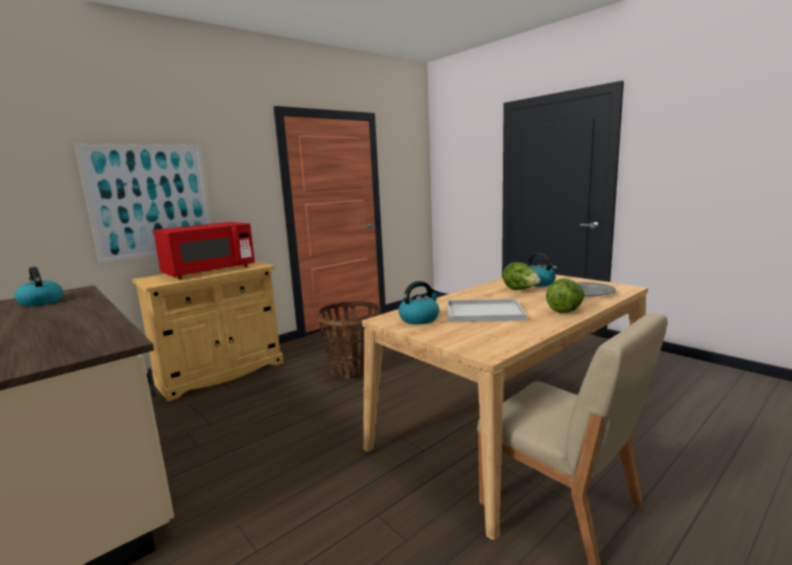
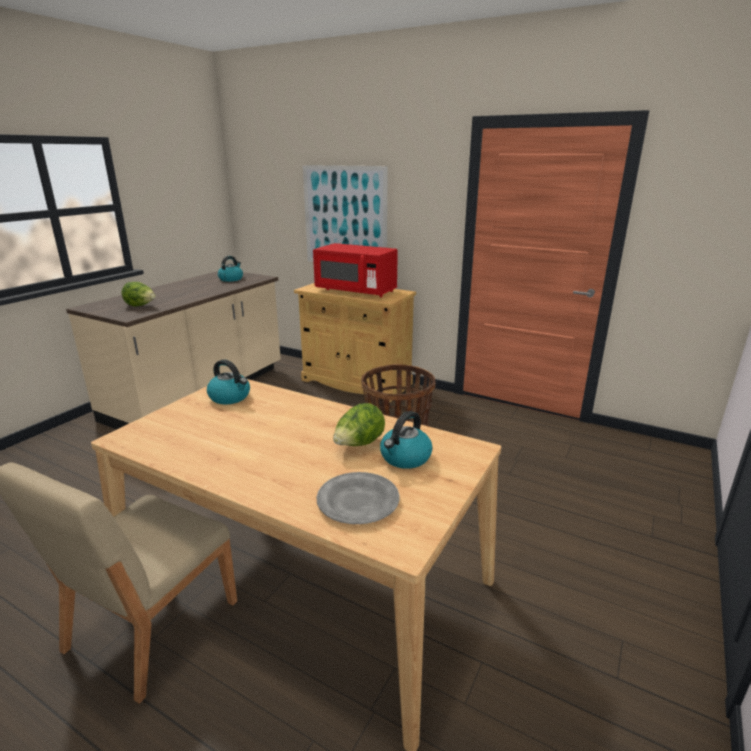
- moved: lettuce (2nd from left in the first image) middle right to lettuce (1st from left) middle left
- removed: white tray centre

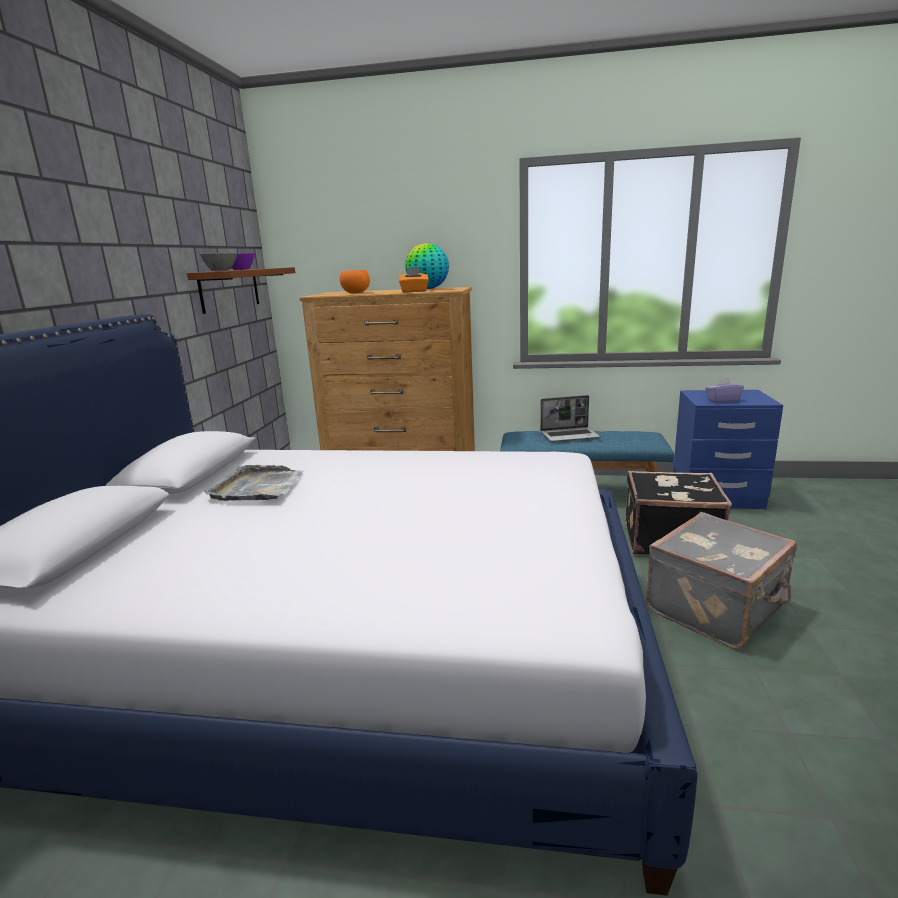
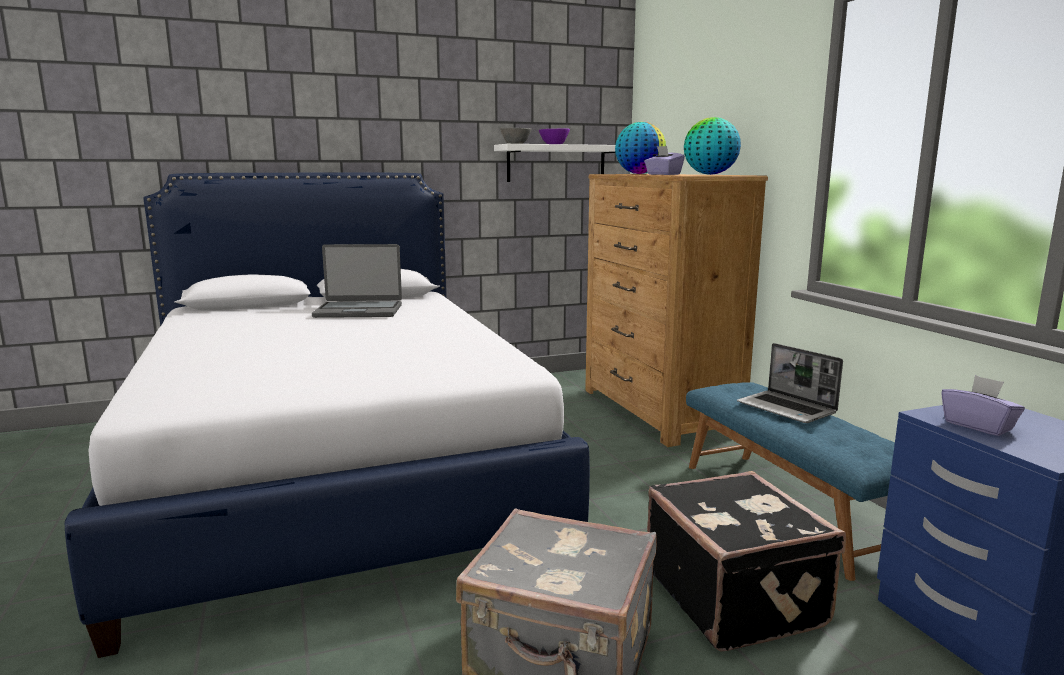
- replaced: grey tray middle left to laptop (1st from left) centre
- recoloured: brown shelf top left to white shelf top centre
- replaced: orange bowl top centre to globe (1st from left) top centre
- recoloured: orange tissue box top centre to purple tissue box (1st from left) top centre

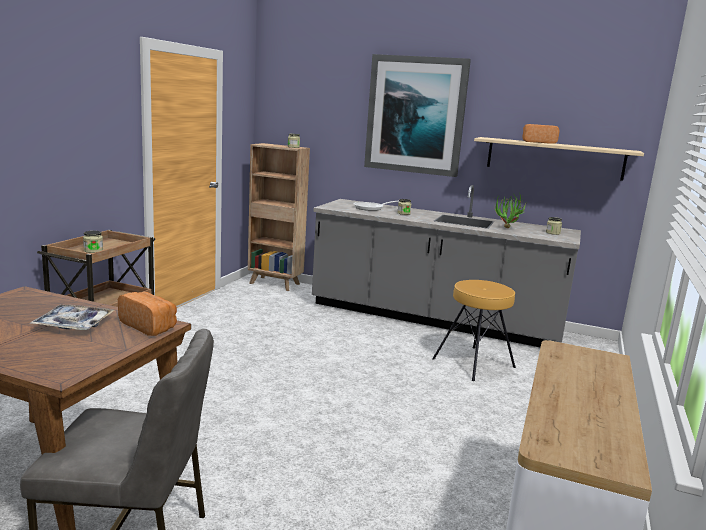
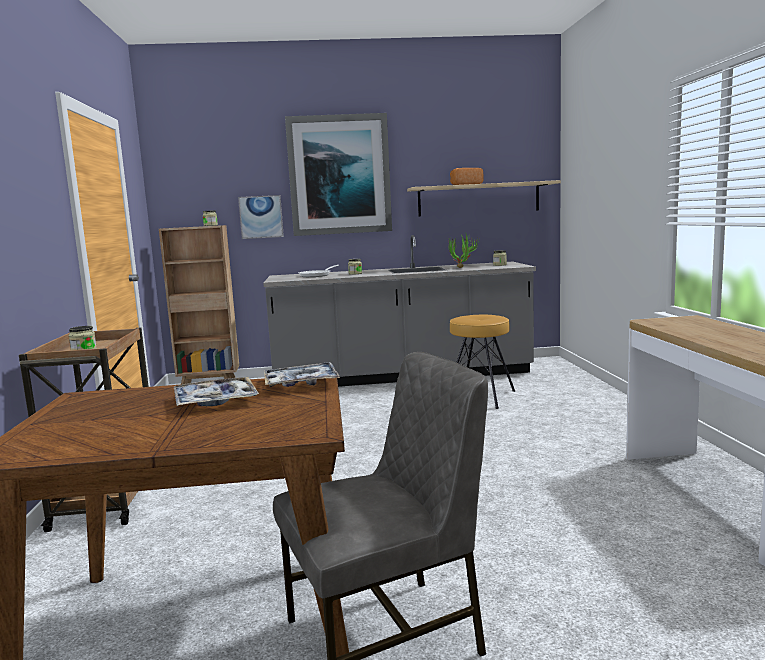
- added: picture (1st from left) top centre
- replaced: bread (1st from left) middle left to tray (2nd from left) centre

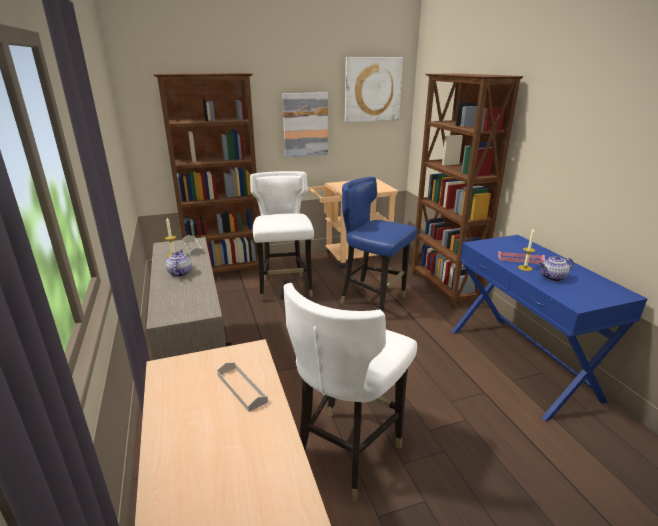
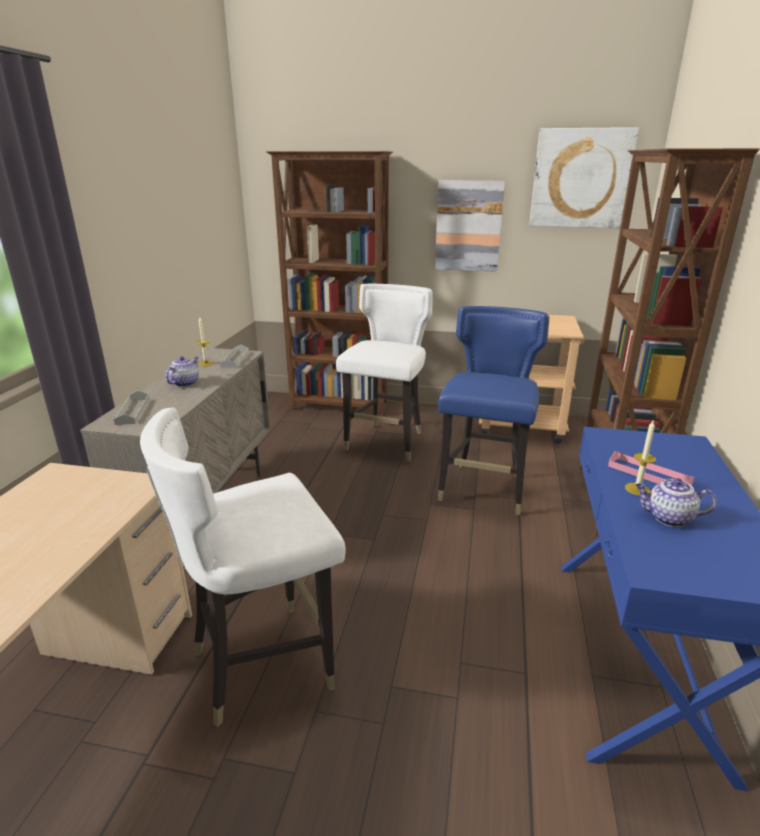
- moved: grey tray (2nd from left in the first image) bottom centre to grey tray (1st from left) middle left
- turned: blue chair centre = centre 45 degrees clockwise

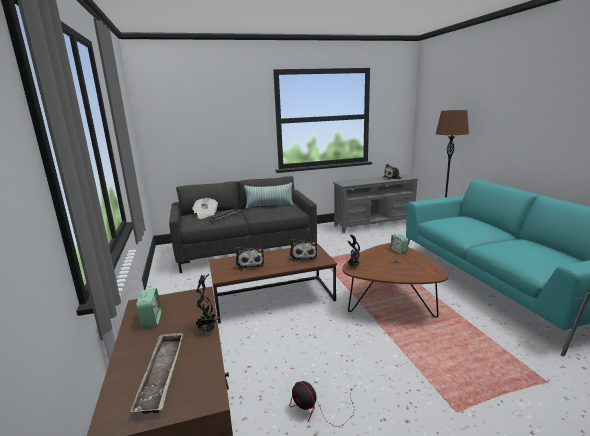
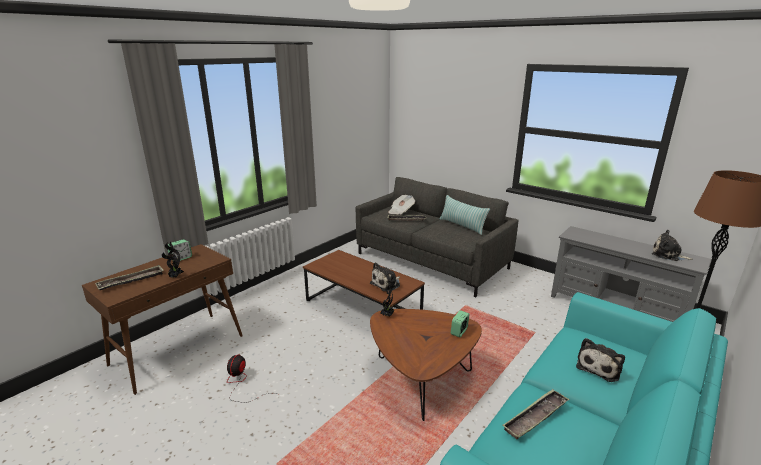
- added: tray (3rd from left) bottom right
- moved: plush toy (1st from left in the first image) centre to plush toy (2nd from left) bottom right

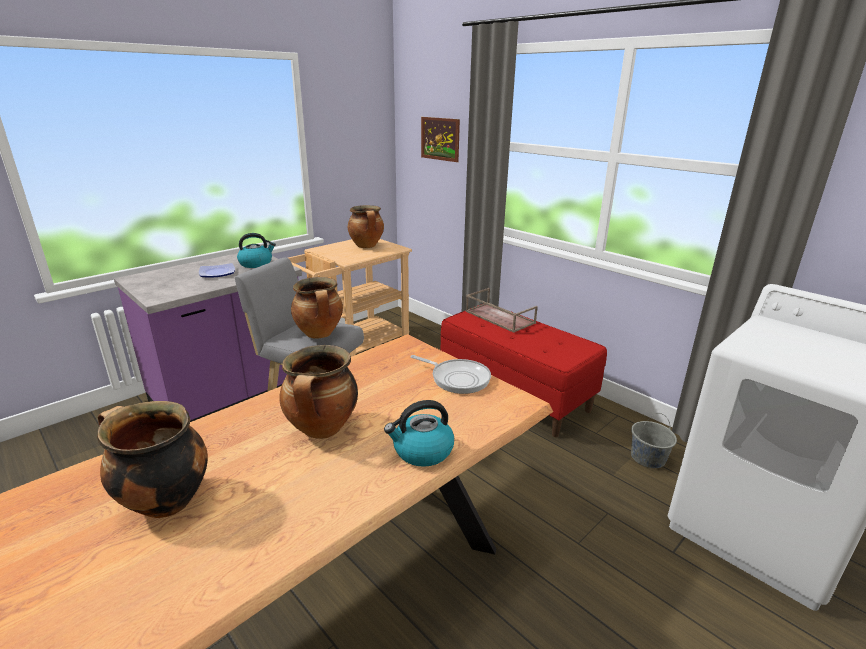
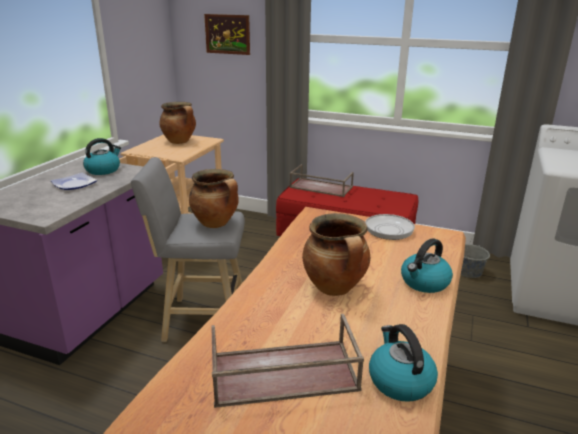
- replaced: cooking pot (1st from left) bottom left to brown tray (1st from left) bottom centre
- added: kettle (2nd from left) bottom right

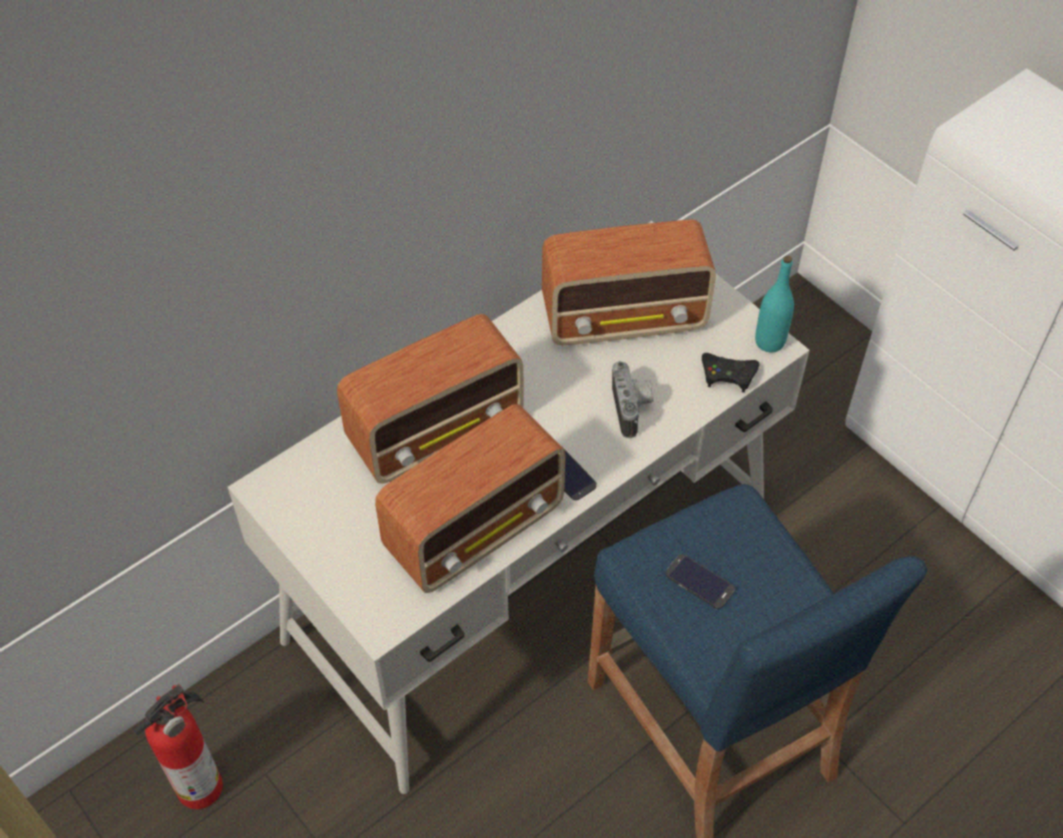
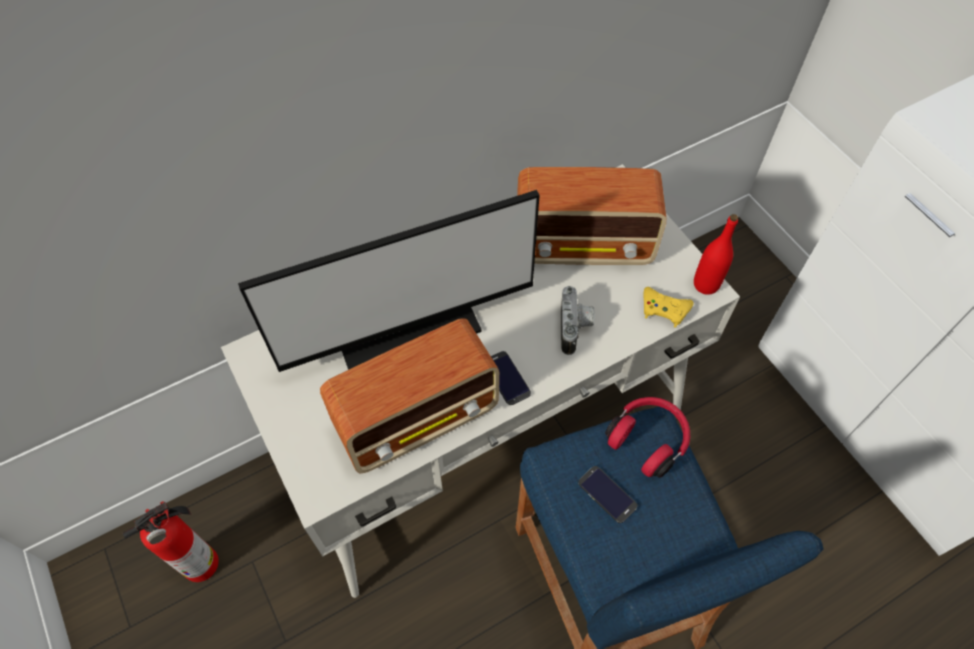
- replaced: radio (1st from left) centre to monitor centre
- added: red headphones bottom centre
- recoloured: black game controller middle right to yellow game controller middle right
- recoloured: turquoise bottle middle right to red bottle middle right

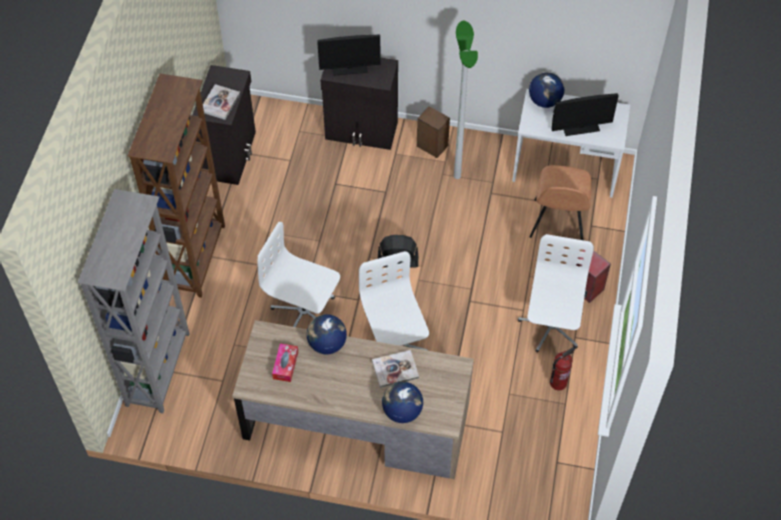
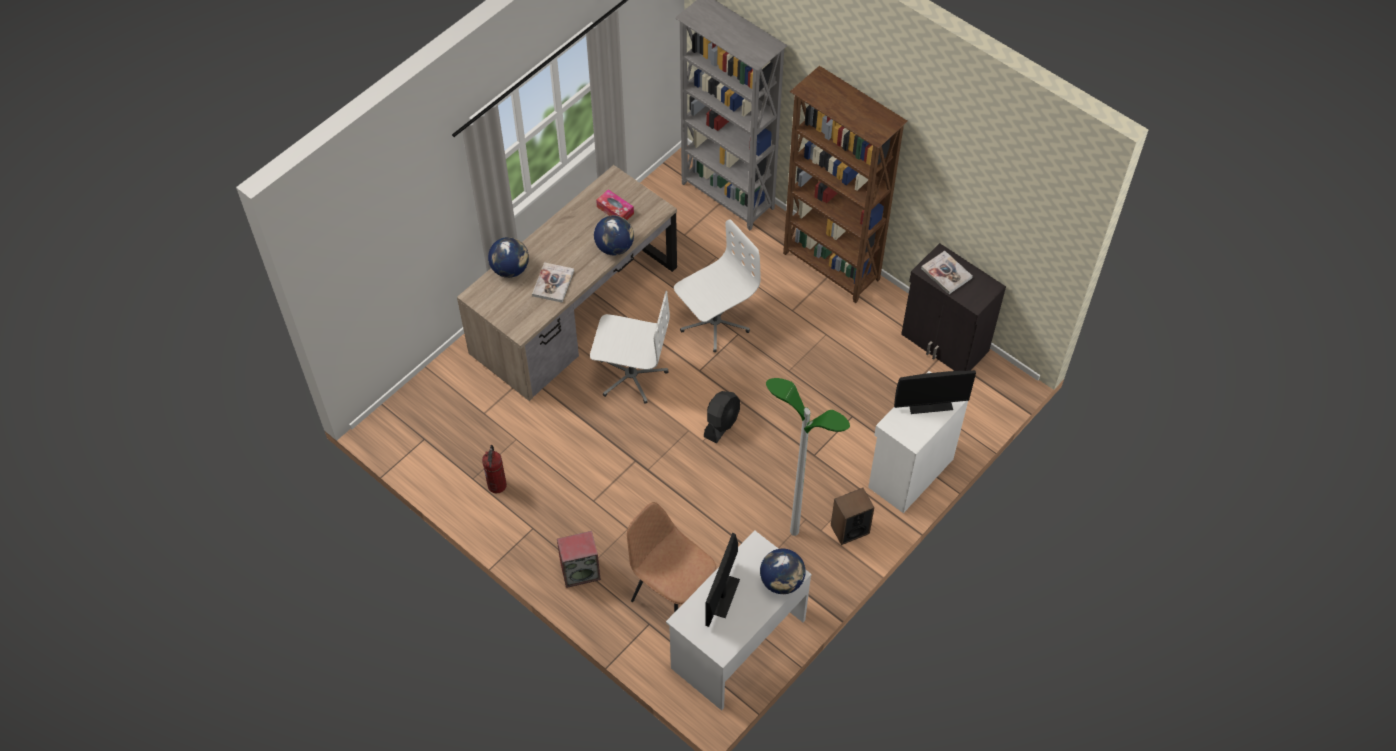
- recoloured: black cabinet (2nd from left) top centre to white cabinet centre
- turned: monitor (1st from left in the first image) top centre = middle right 120 degrees counterclockwise
- removed: white office chair (3rd from left) middle right

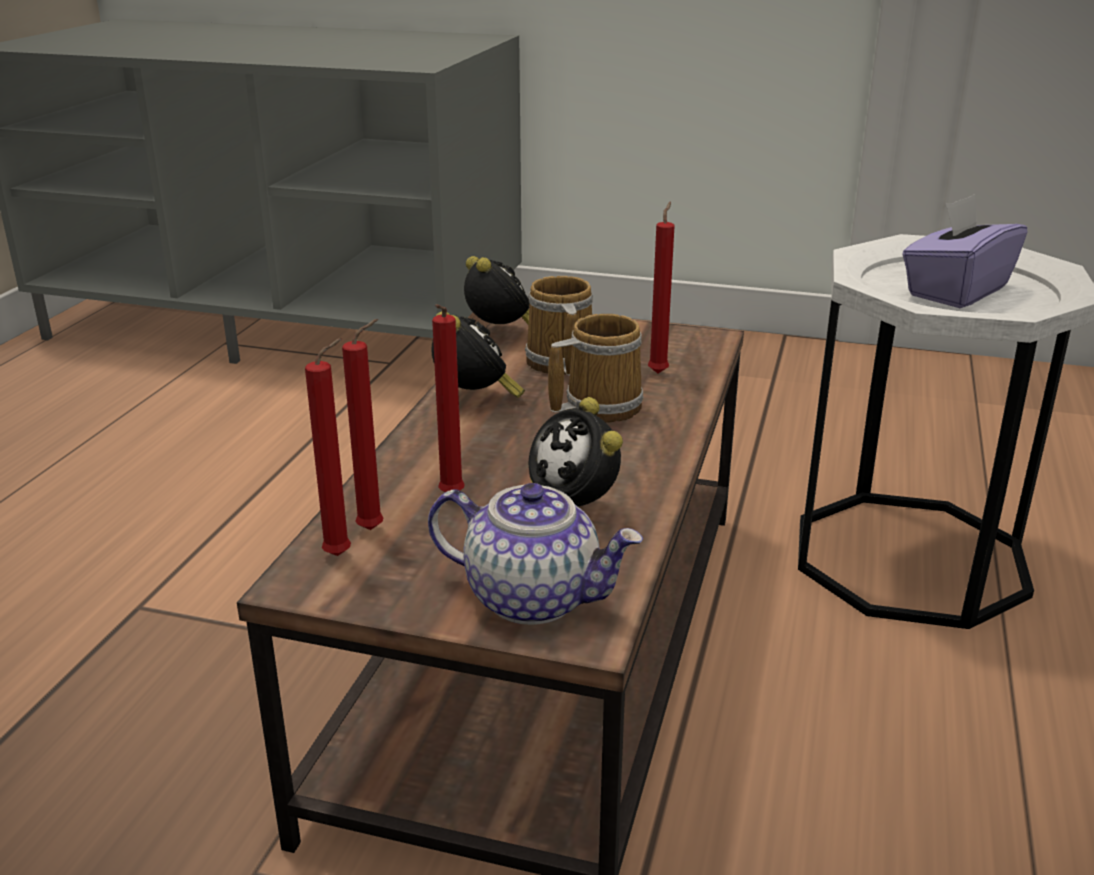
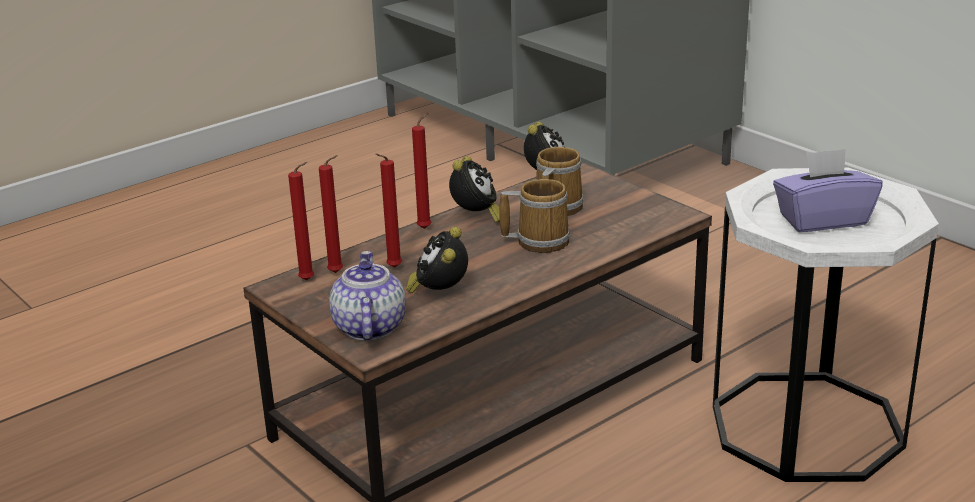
- turned: teapot centre = centre 150 degrees counterclockwise
- moved: red candle (4th from left) top centre to centre

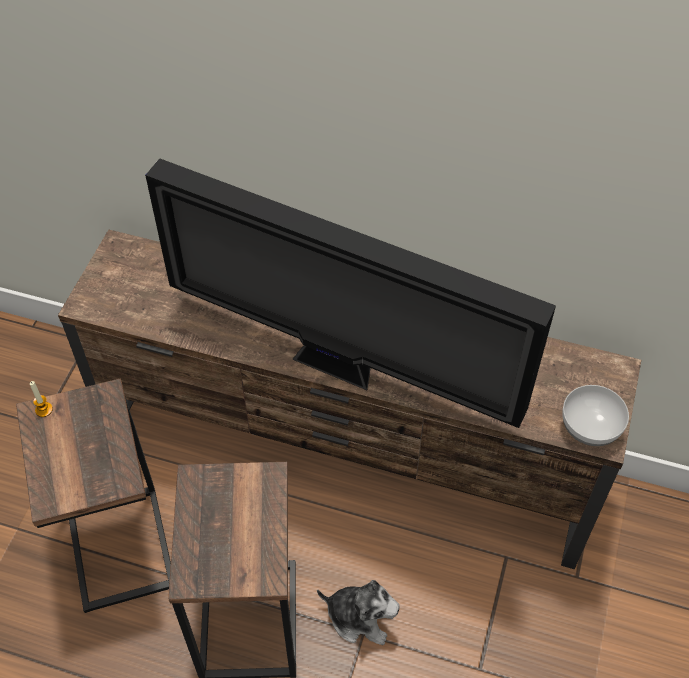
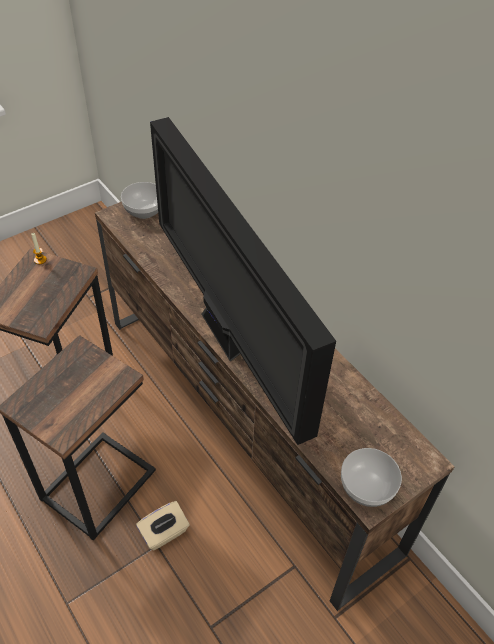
- added: bowl (1st from left) top left
- replaced: plush toy bottom centre to beige tissue box bottom left

